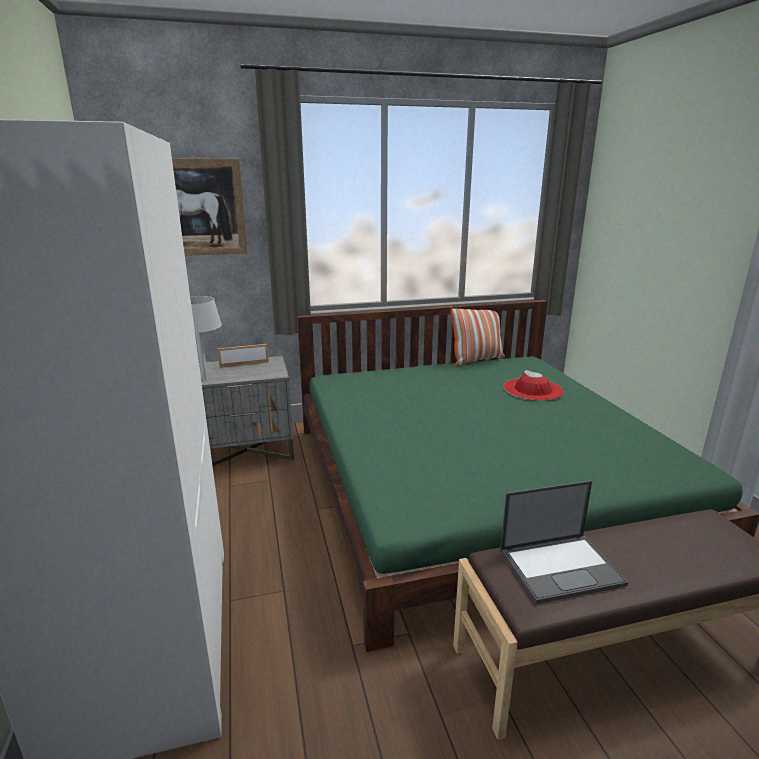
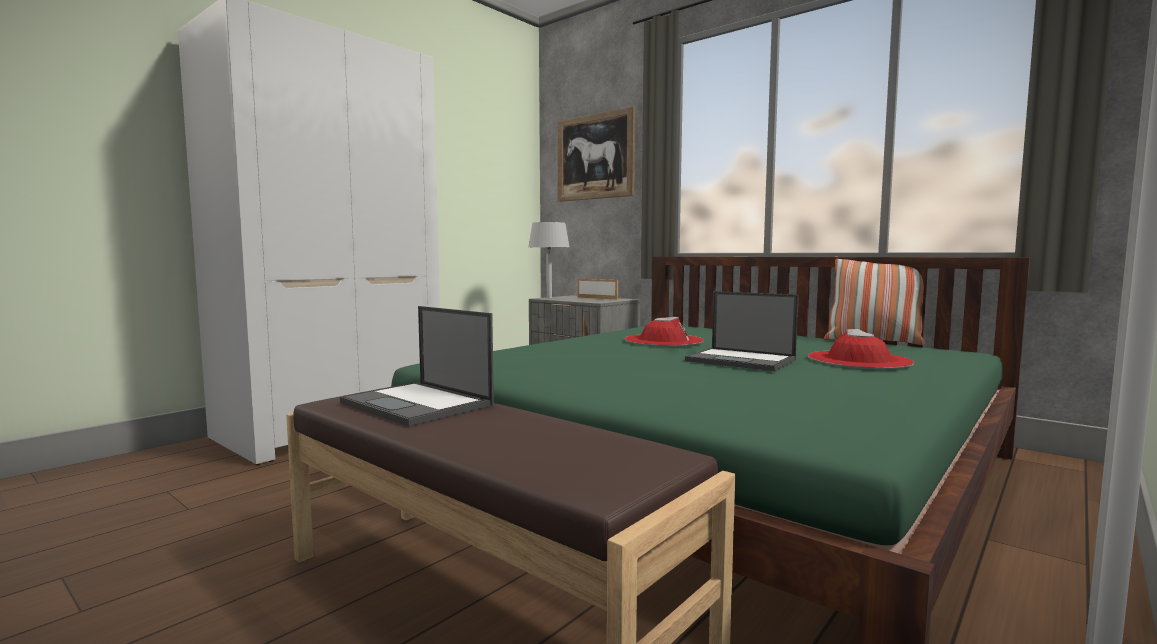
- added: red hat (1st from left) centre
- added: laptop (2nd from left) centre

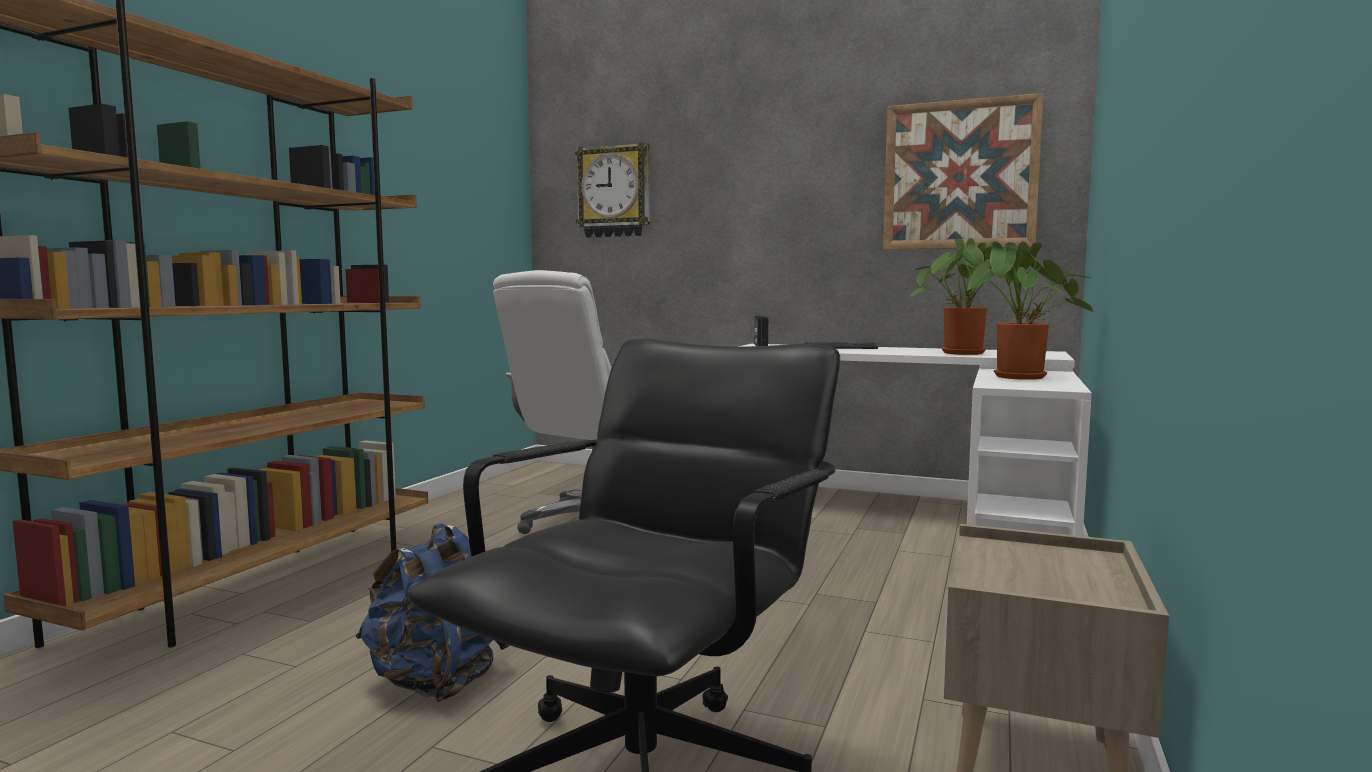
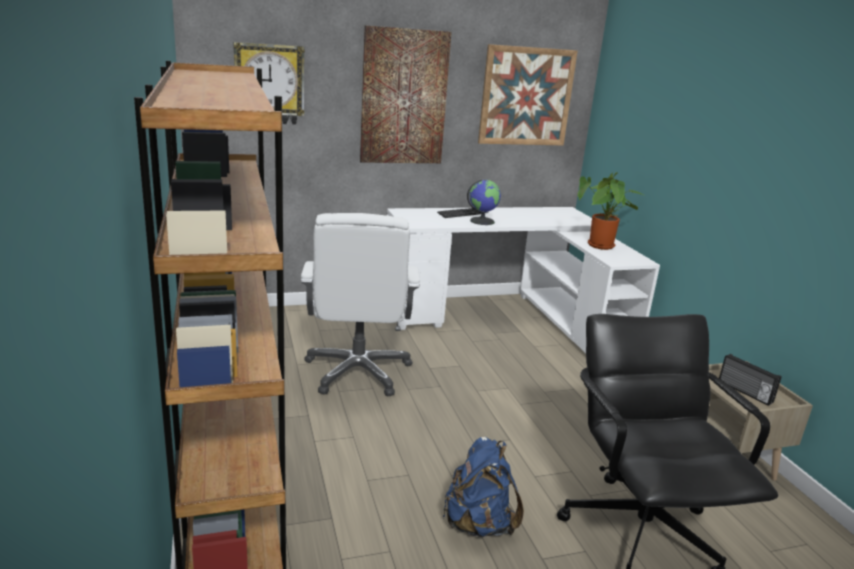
- added: picture (1st from left) top centre
- added: globe centre
- moved: radio centre to bottom right
- removed: potted plant (1st from left) middle right

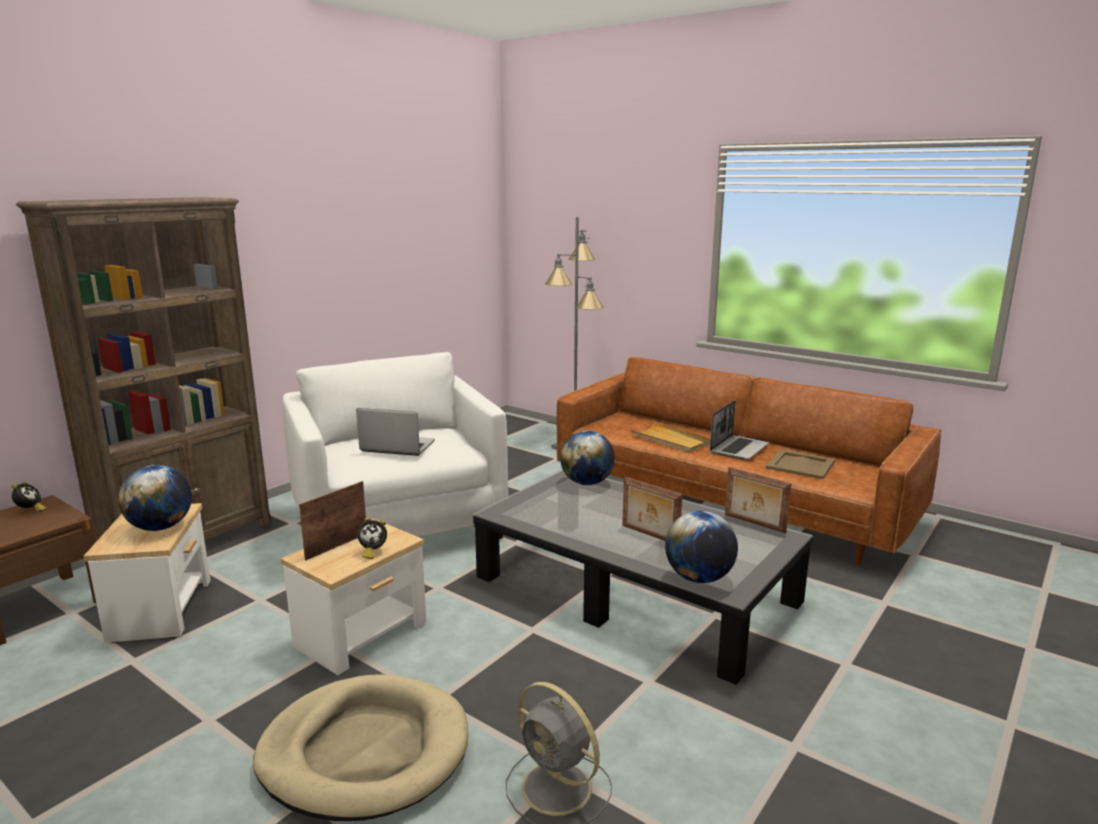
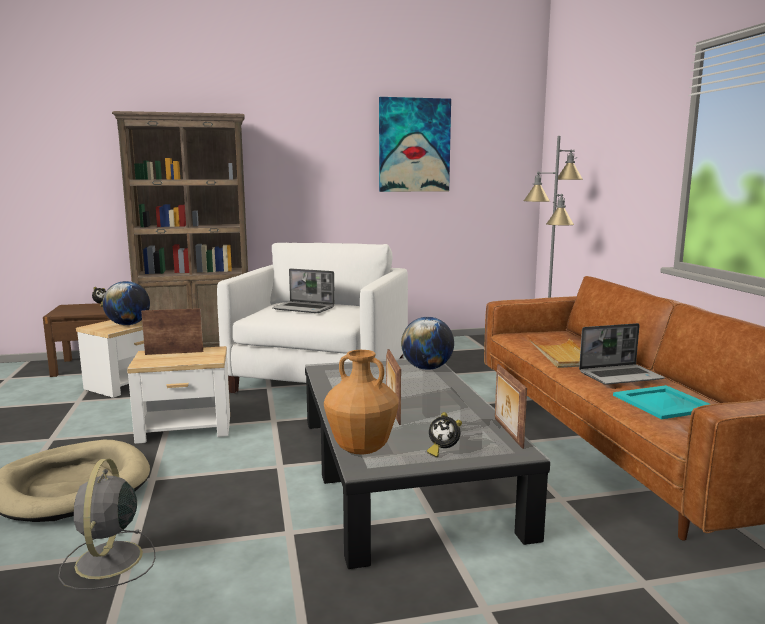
- turned: laptop (1st from left) centre = centre 150 degrees clockwise
- replaced: globe (3rd from left) centre to brown vase centre
- added: picture top centre
- moved: alarm clock (2nd from left) centre to bottom centre
- recoloured: beige tray (2nd from left) middle right to turquoise tray middle right

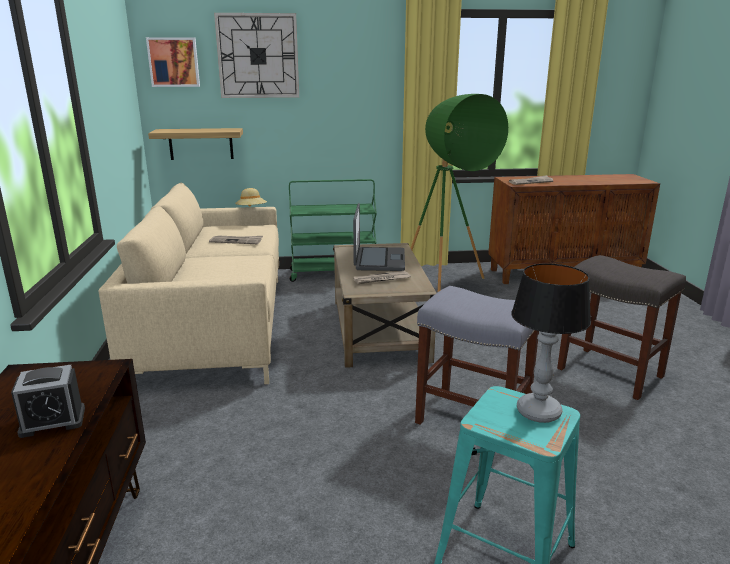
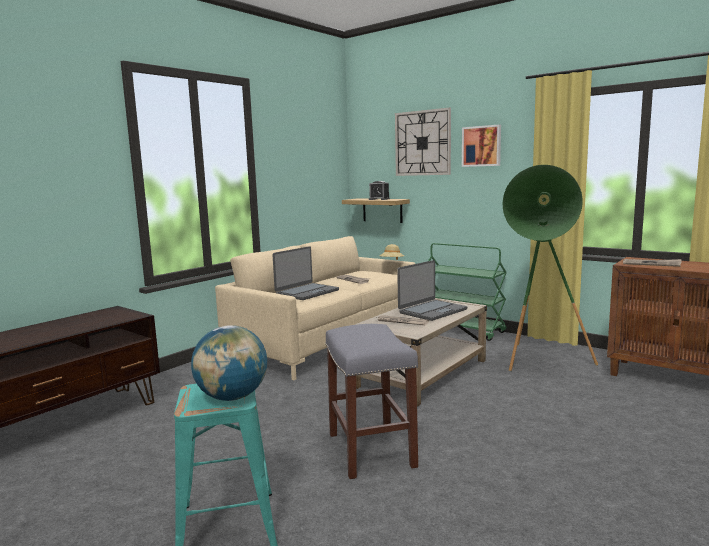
- replaced: table lamp middle right to globe middle left
- added: laptop (1st from left) centre
- moved: alarm clock bottom left to centre
- moved: picture top left to top right
- removed: grey stool (2nd from left) middle right

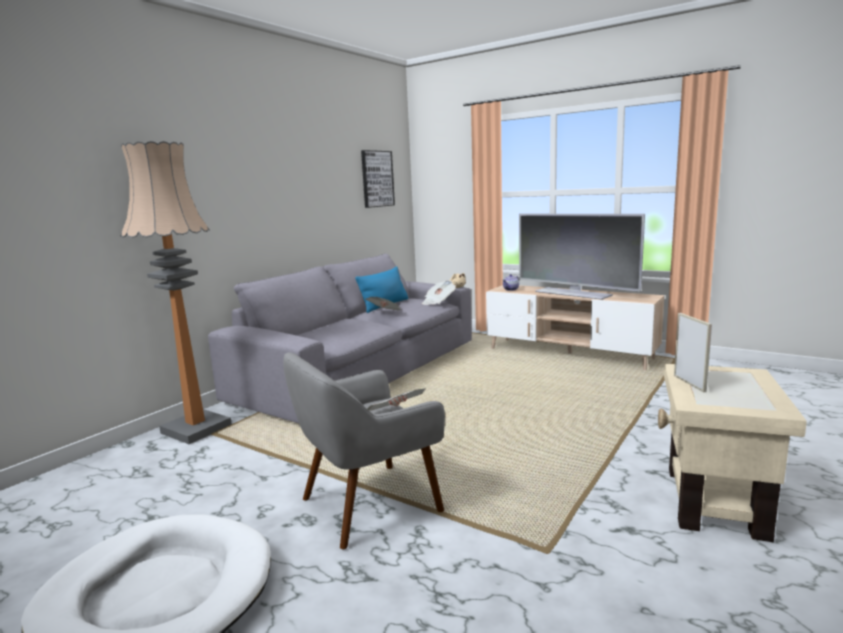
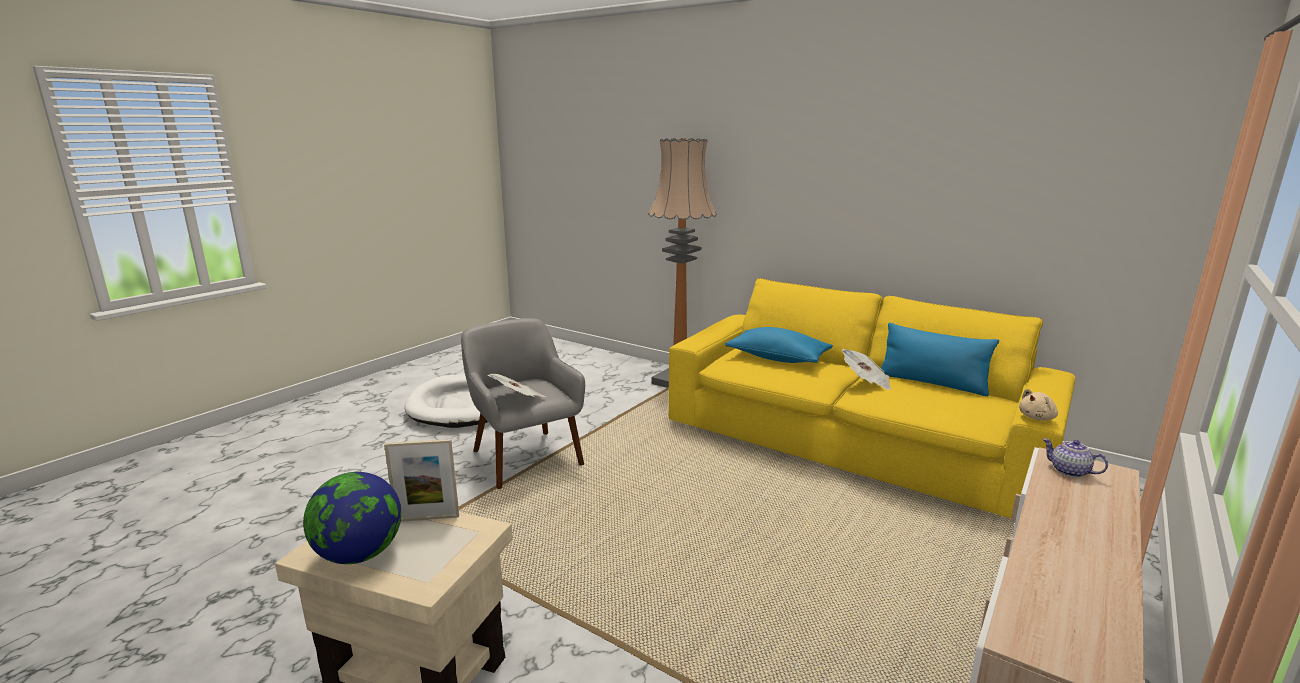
- added: globe bottom left
- recoloured: grey sofa centre to yellow sofa middle right
- added: blue pillow (1st from left) centre
- removed: picture top centre
- removed: newspaper (3rd from left) centre
- removed: television middle right

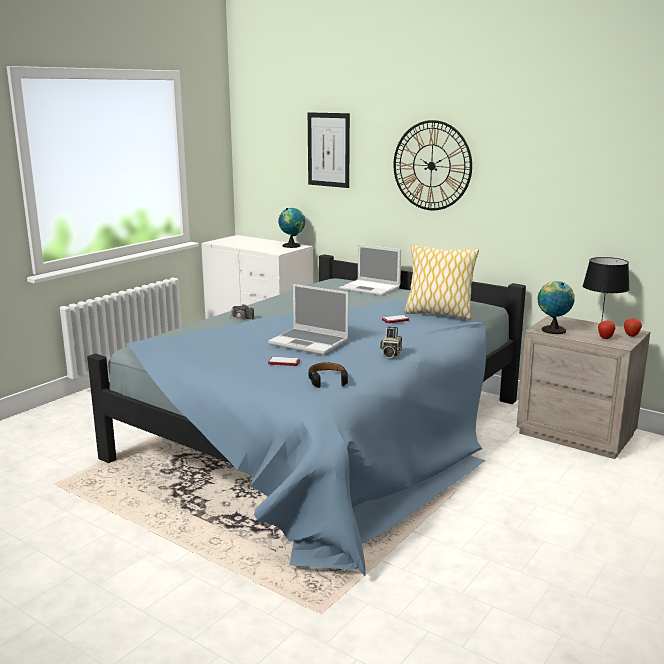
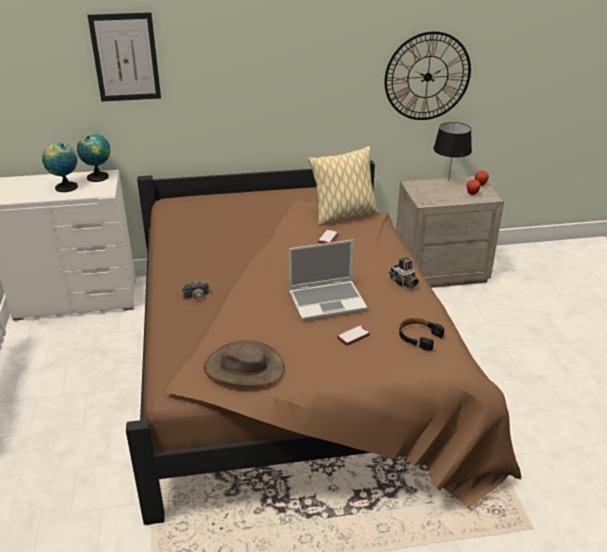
- moved: globe (2nd from left in the first image) middle right to globe (1st from left) top left
- recoloured: blue bed centre to brown bed centre
- added: brown hat centre
- moved: wall clock top centre to top right
- removed: laptop (2nd from left) centre

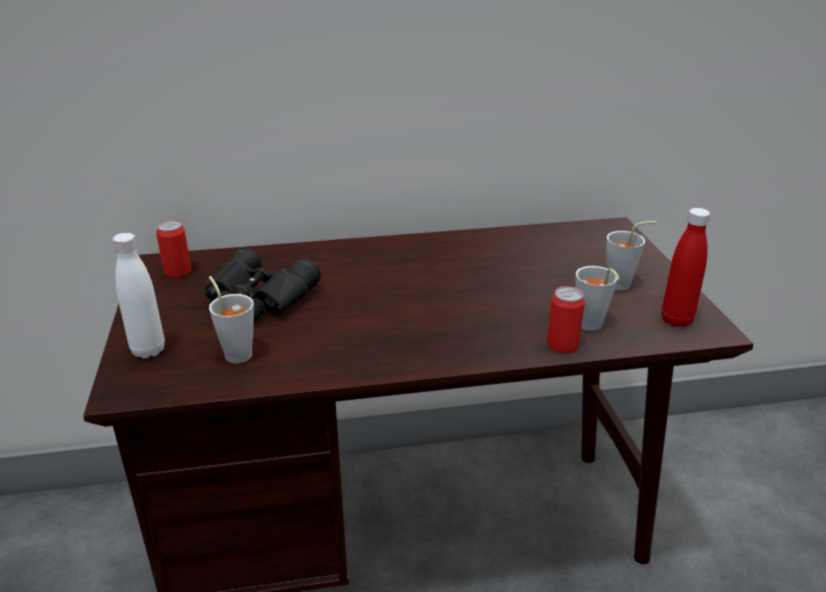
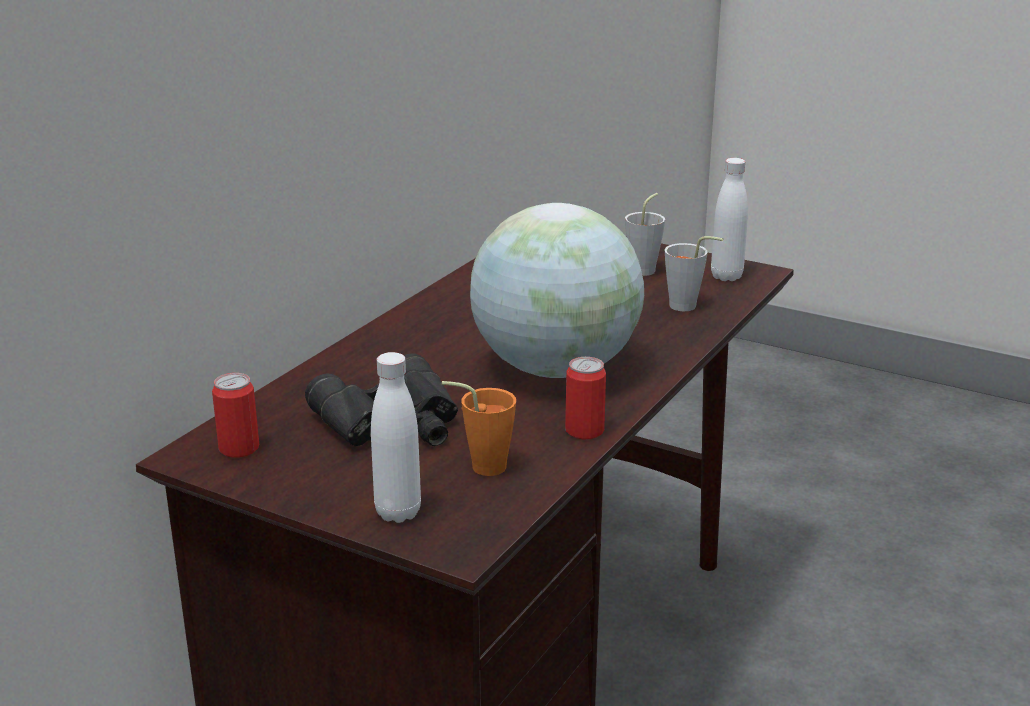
- recoloured: grey cup (1st from left) middle left to orange cup centre
- added: globe centre
- moved: can (2nd from left) middle right to centre
- recoloured: red bottle middle right to white bottle (2nd from left) top right

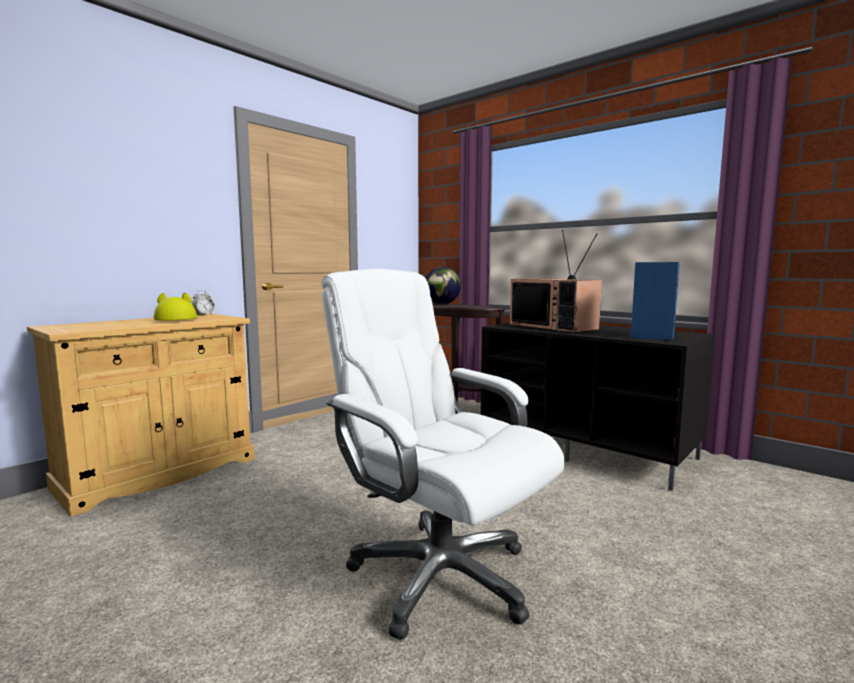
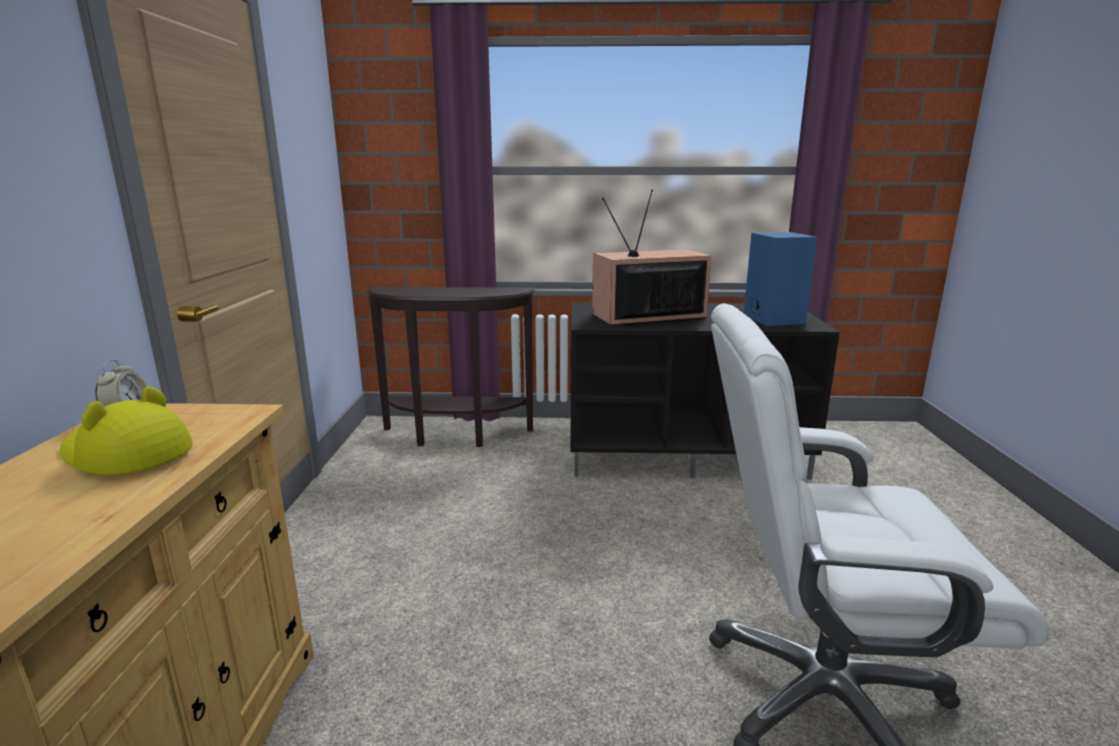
- turned: television centre = centre 150 degrees clockwise
- removed: globe centre

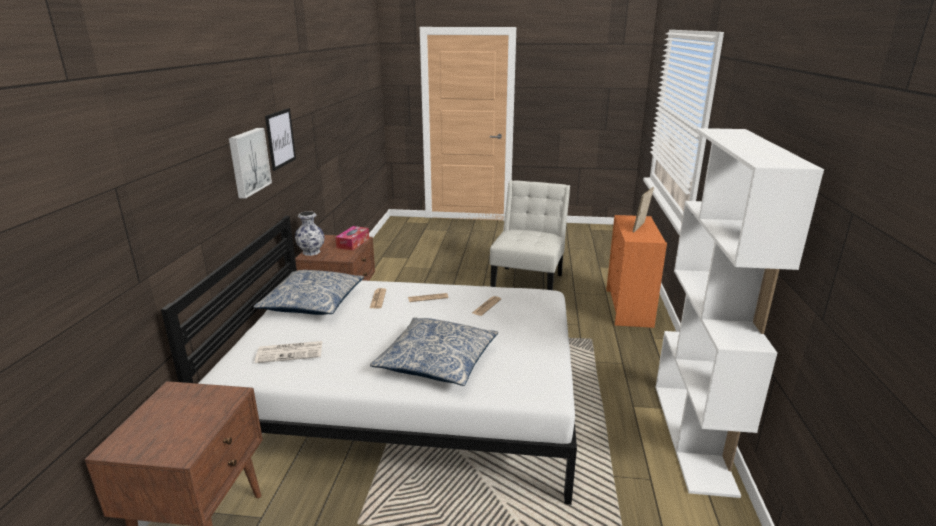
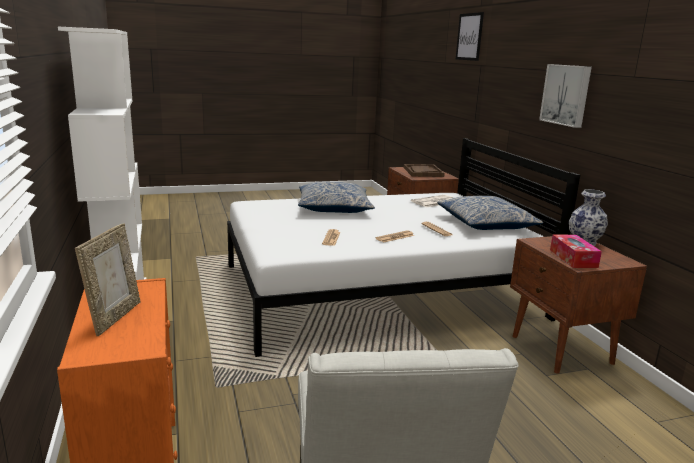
- added: brown tray centre
- moved: picture (2nd from left in the first image) top left to picture (1st from left) top right

